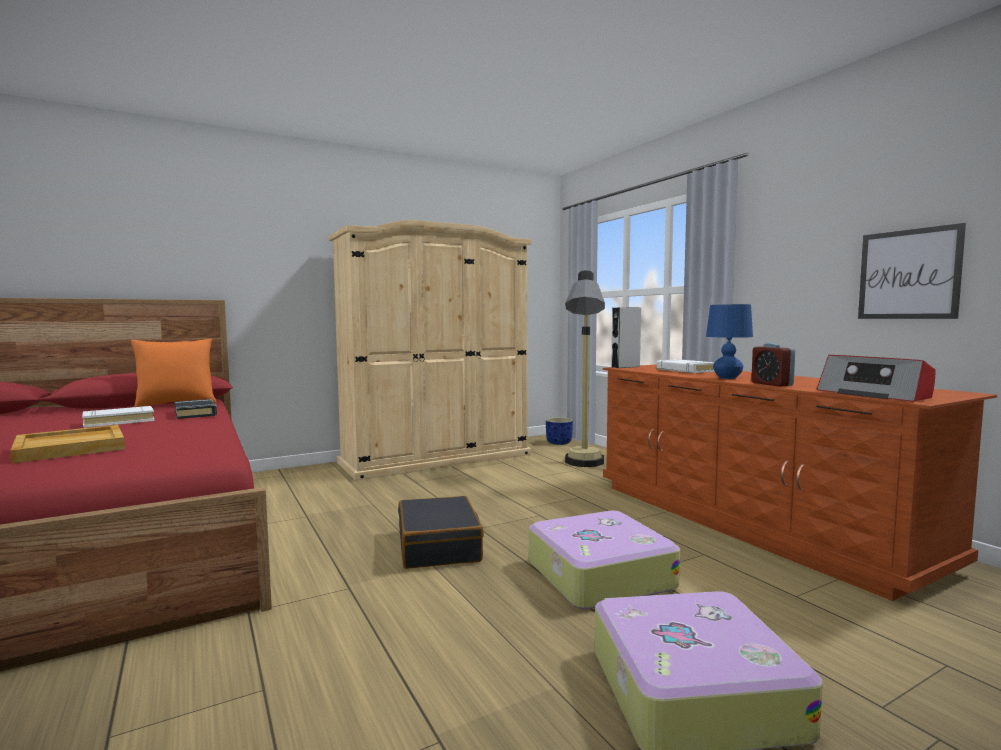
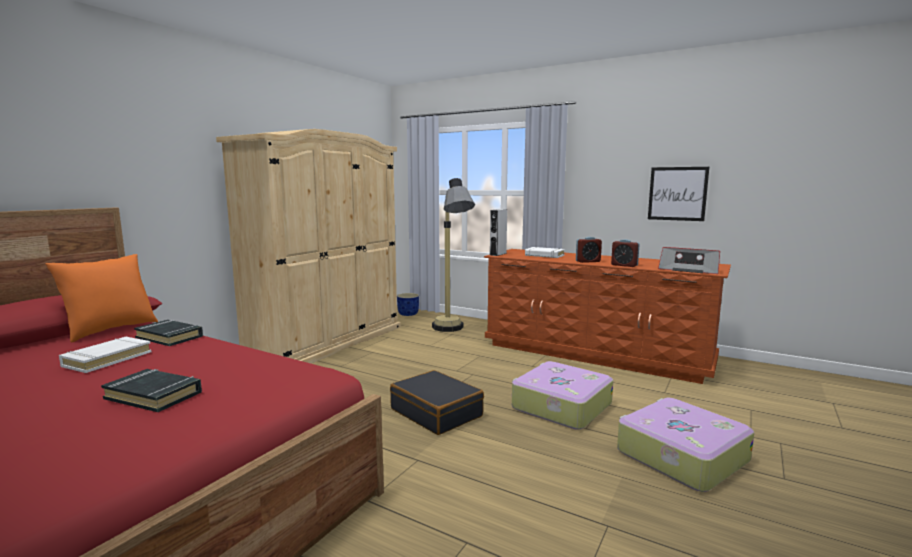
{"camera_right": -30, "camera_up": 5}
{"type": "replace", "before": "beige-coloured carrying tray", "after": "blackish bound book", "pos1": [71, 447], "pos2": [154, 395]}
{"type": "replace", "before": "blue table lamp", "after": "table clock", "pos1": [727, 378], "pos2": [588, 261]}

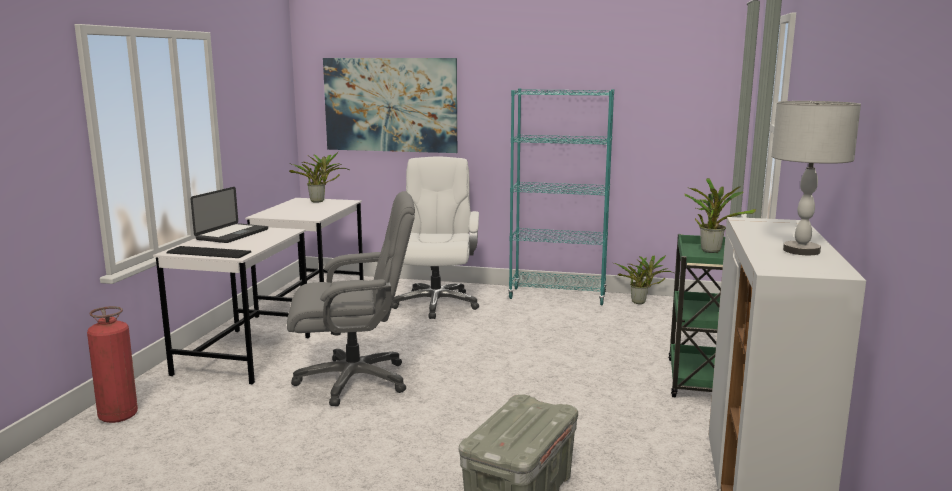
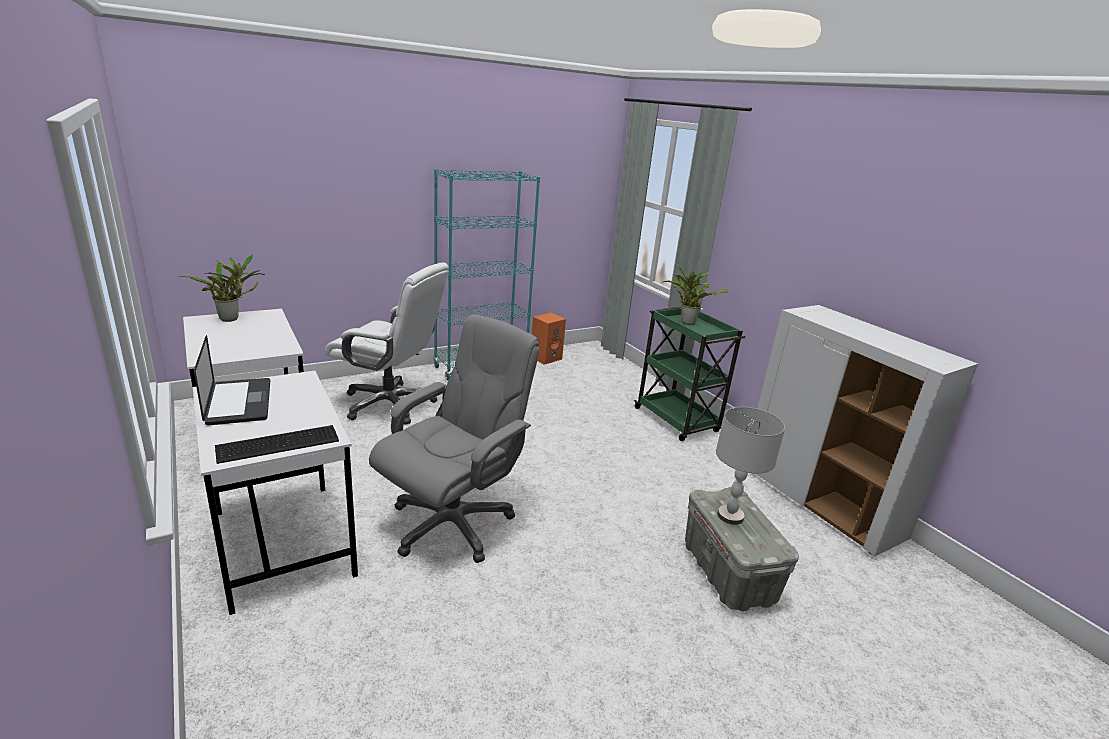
{"camera_right": -45, "camera_up": 10}
{"type": "delete", "before": "fire-fighting cylinder", "pos1": [118, 416]}
{"type": "delete", "before": "wall art", "pos1": [390, 105]}
{"type": "rotate", "before": "whitish desk chair", "pos1": [435, 303], "pos2": [390, 404], "turn": 150}
{"type": "replace", "before": "potted plant", "after": "orangey loudspeaker", "pos1": [640, 302], "pos2": [546, 358]}
{"type": "move", "before": "greyish table lamp", "pos1": [801, 251], "pos2": [730, 516]}

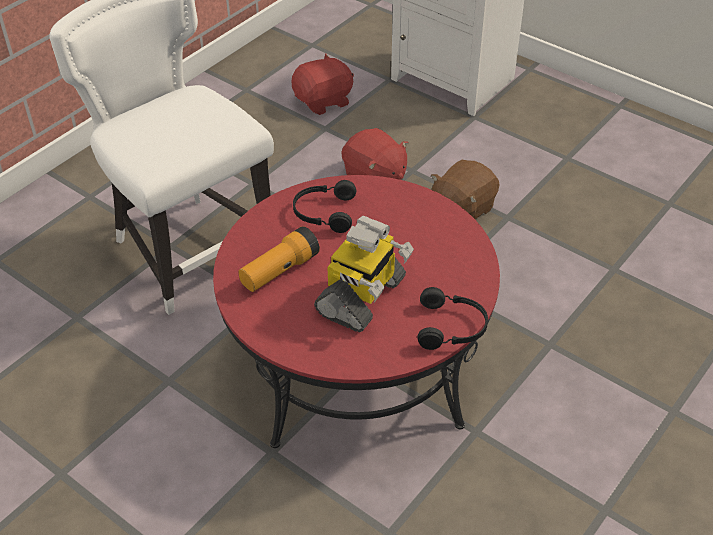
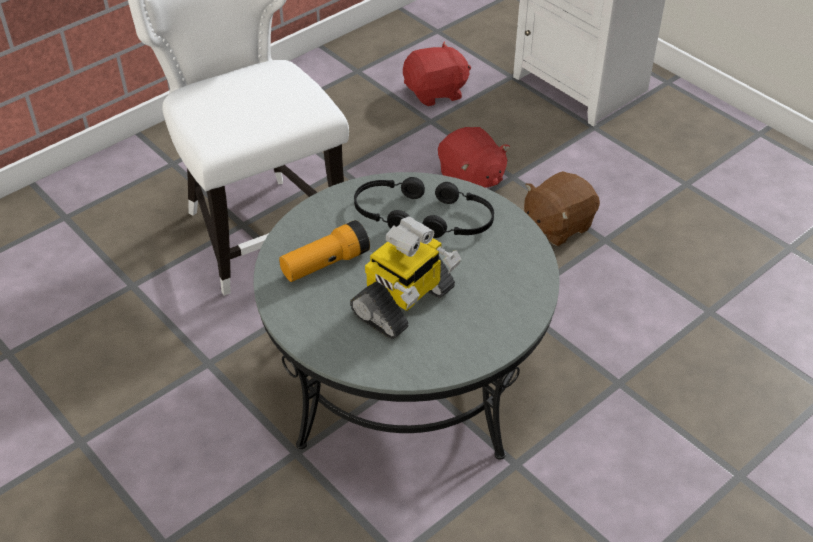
{"camera_right": 10, "camera_up": 0}
{"type": "recolor", "before": "red-coloured low table", "after": "greyish low table", "pos1": [357, 362], "pos2": [406, 372]}
{"type": "move", "before": "blackish pair of headphones", "pos1": [452, 327], "pos2": [460, 222]}

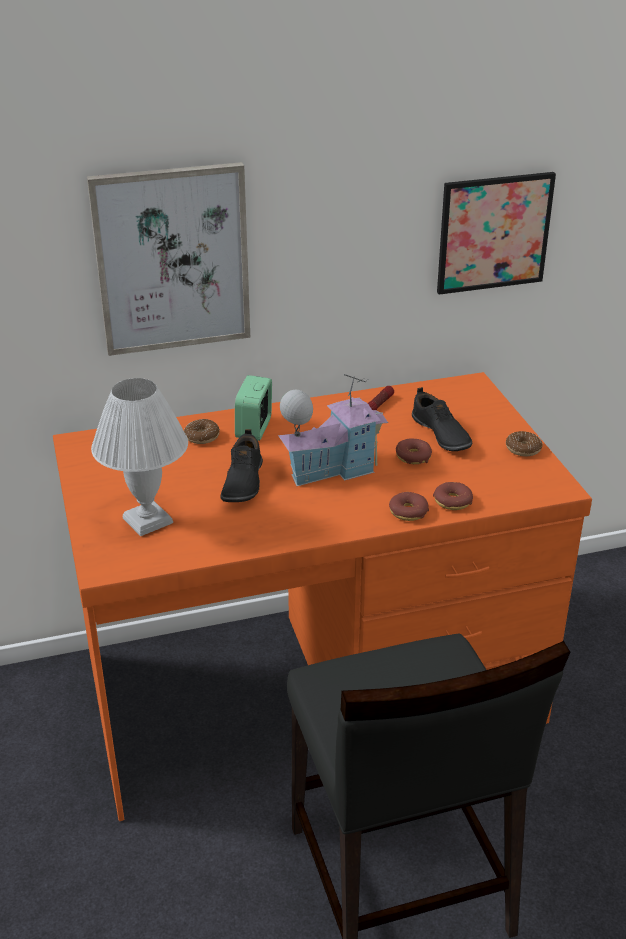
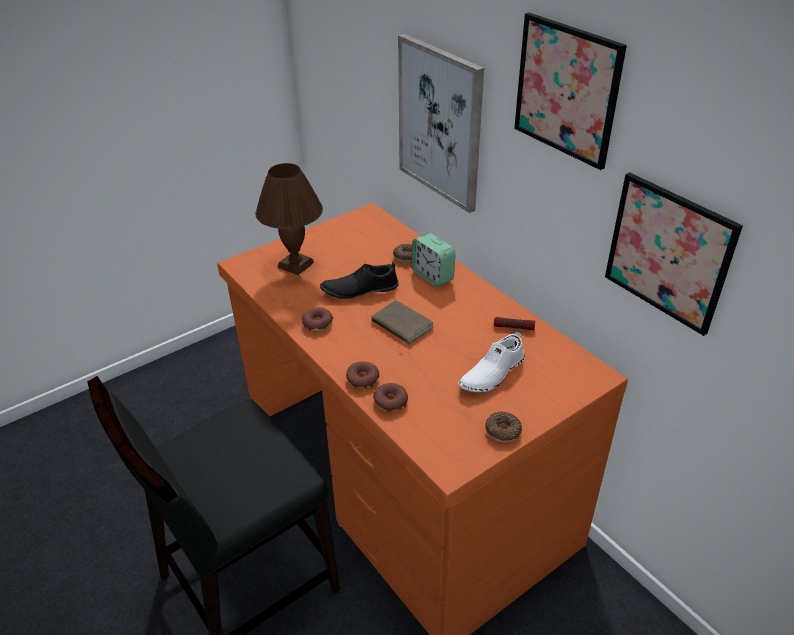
{"camera_right": 70, "camera_up": 5}
{"type": "recolor", "before": "whitish table lamp", "after": "brown table lamp", "pos1": [147, 521], "pos2": [294, 264]}
{"type": "rotate", "before": "table clock", "pos1": [254, 429], "pos2": [432, 276], "turn": -120}
{"type": "replace", "before": "miniature house", "after": "brown bound book", "pos1": [331, 469], "pos2": [400, 325]}
{"type": "move", "before": "ring doughnut", "pos1": [413, 457], "pos2": [318, 323]}
{"type": "recolor", "before": "blackish low shoe", "after": "whitish low shoe", "pos1": [440, 434], "pos2": [491, 373]}
{"type": "insert", "after": "wall art", "pos2": [566, 90]}

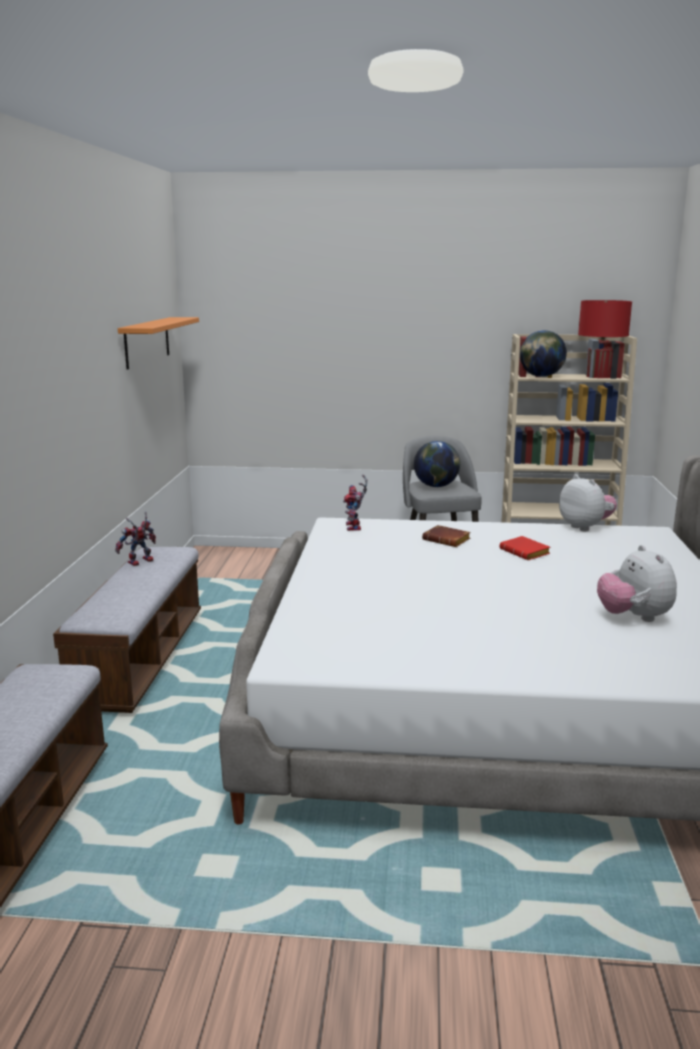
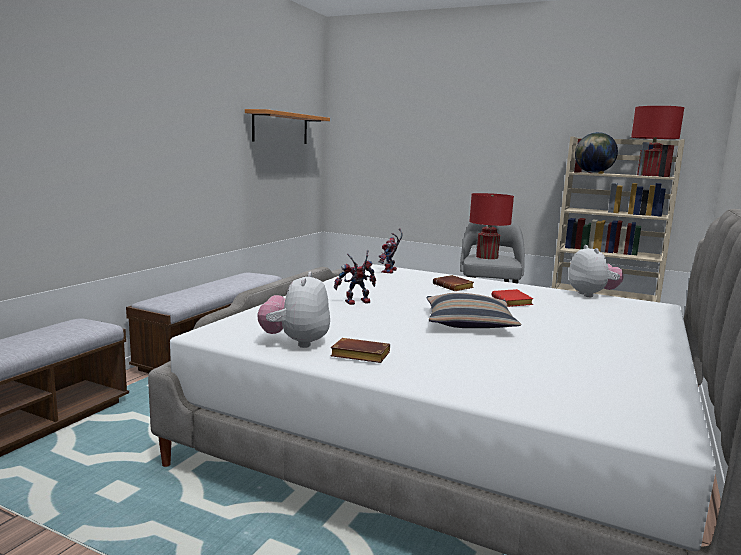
{"camera_right": 20, "camera_up": -5}
{"type": "move", "before": "toy robot", "pos1": [139, 562], "pos2": [356, 303]}
{"type": "replace", "before": "world globe", "after": "red-coloured table lamp", "pos1": [436, 486], "pos2": [487, 257]}
{"type": "move", "before": "soft toy", "pos1": [633, 617], "pos2": [296, 342]}
{"type": "insert", "after": "brown bound book", "pos2": [358, 356]}
{"type": "insert", "after": "pillow", "pos2": [469, 323]}

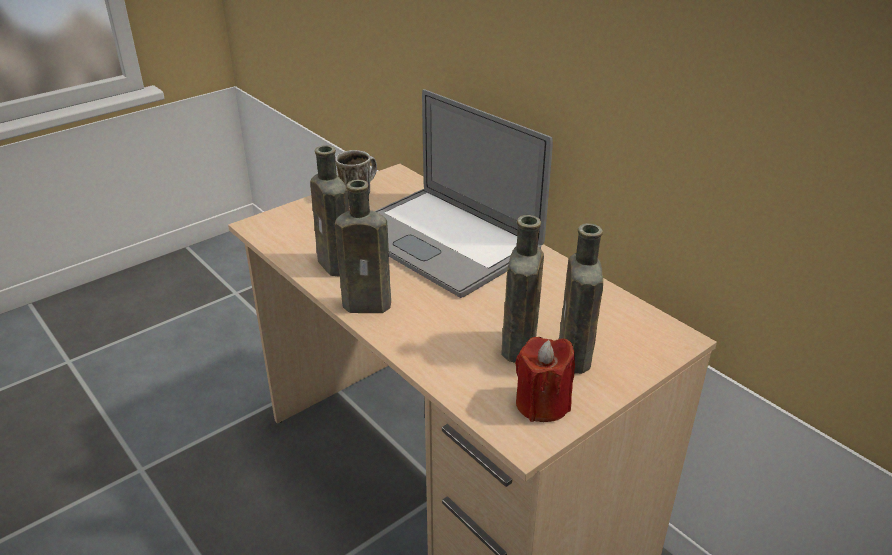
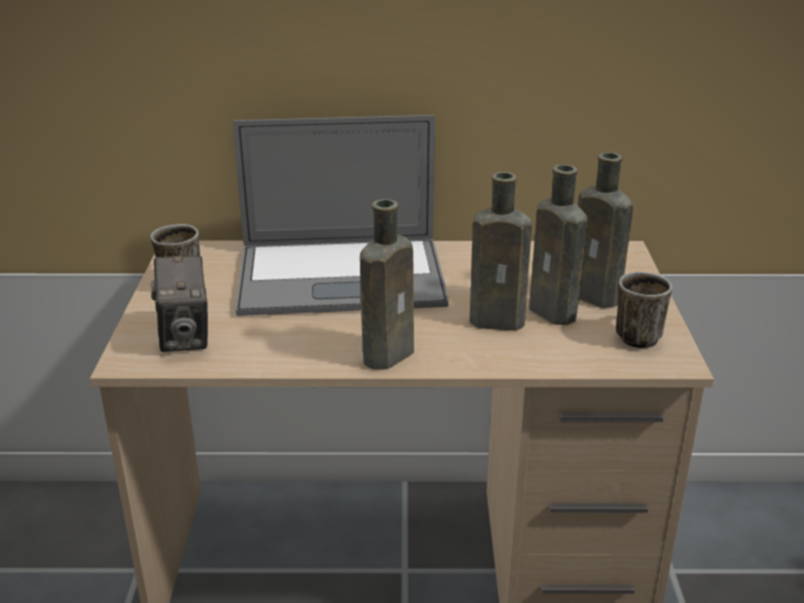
{"camera_right": -50, "camera_up": -5}
{"type": "move", "before": "brown bottle", "pos1": [337, 266], "pos2": [501, 321]}
{"type": "replace", "before": "red-coloured candle", "after": "mug", "pos1": [542, 404], "pos2": [638, 335]}
{"type": "insert", "after": "photo camera", "pos2": [185, 337]}

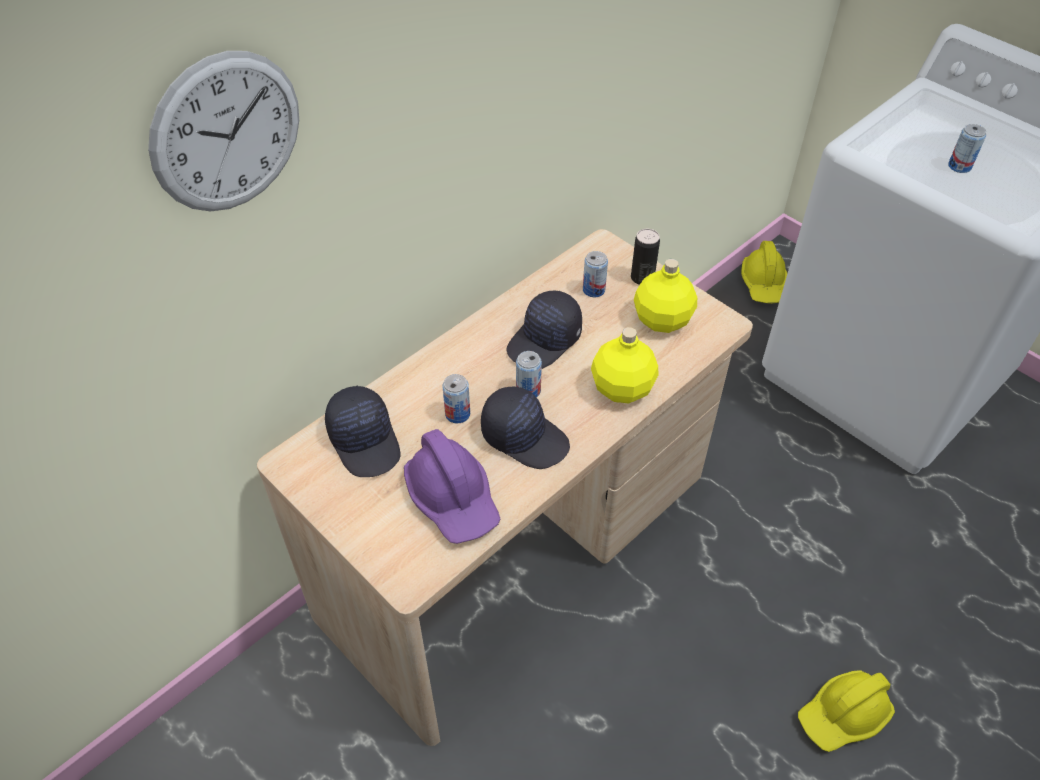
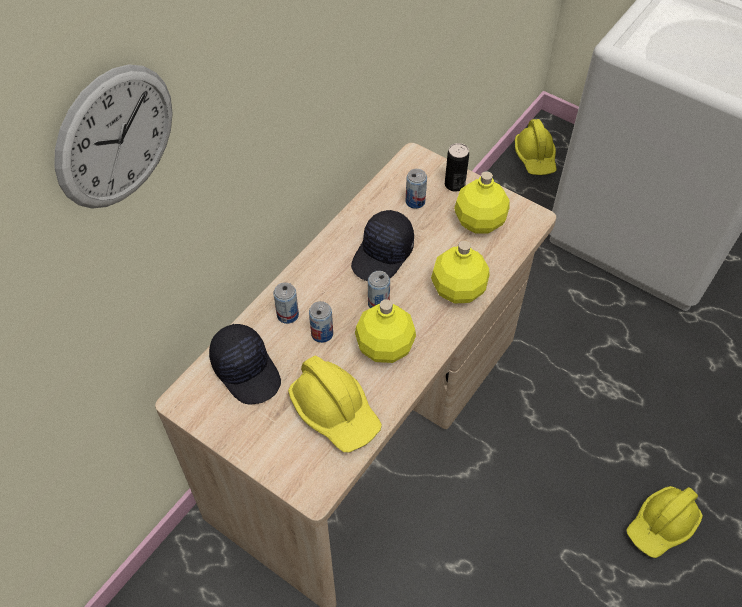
{"camera_right": -10, "camera_up": 5}
{"type": "recolor", "before": "purplish safety helmet", "after": "yellowish safety helmet", "pos1": [453, 498], "pos2": [335, 411]}
{"type": "replace", "before": "blackish baseball cap", "after": "yellowish bottle", "pos1": [525, 437], "pos2": [385, 346]}
{"type": "move", "before": "can", "pos1": [959, 166], "pos2": [287, 315]}

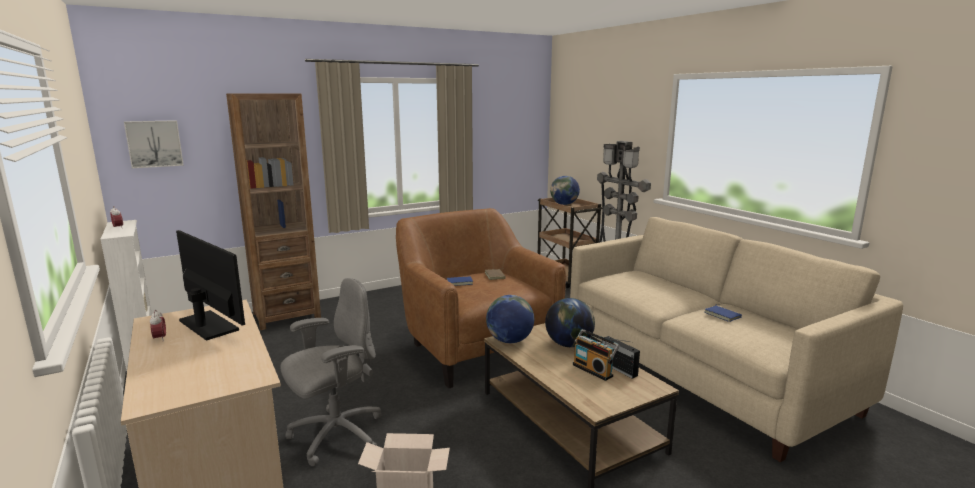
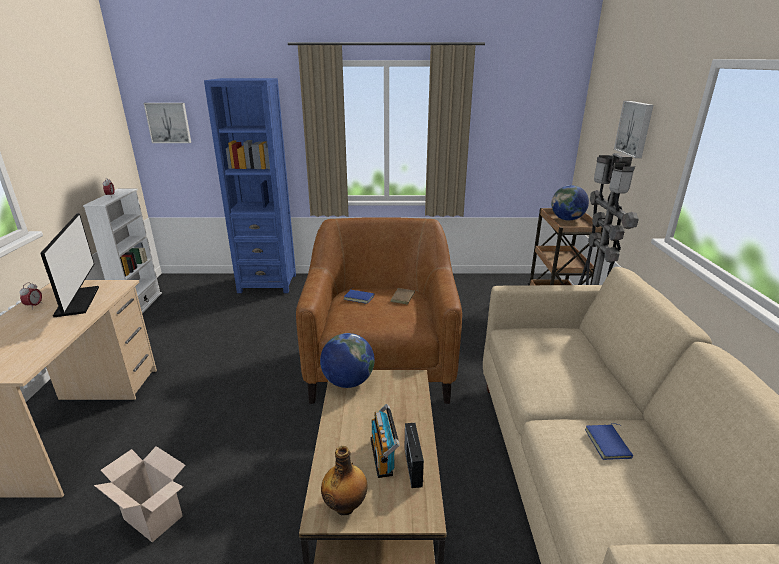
{"camera_right": 30, "camera_up": 10}
{"type": "recolor", "before": "brown bookshelf", "after": "blue bookshelf", "pos1": [286, 315], "pos2": [267, 283]}
{"type": "delete", "before": "greyish desk chair", "pos1": [335, 435]}
{"type": "delete", "before": "world globe", "pos1": [569, 344]}
{"type": "insert", "after": "bottle", "pos2": [346, 505]}
{"type": "insert", "after": "wall art", "pos2": [635, 128]}

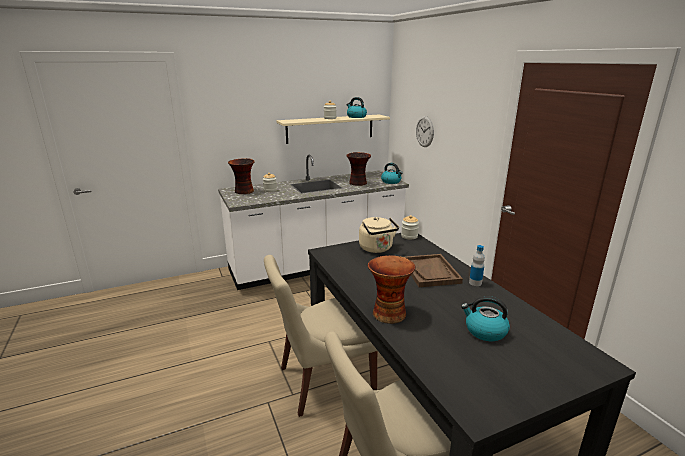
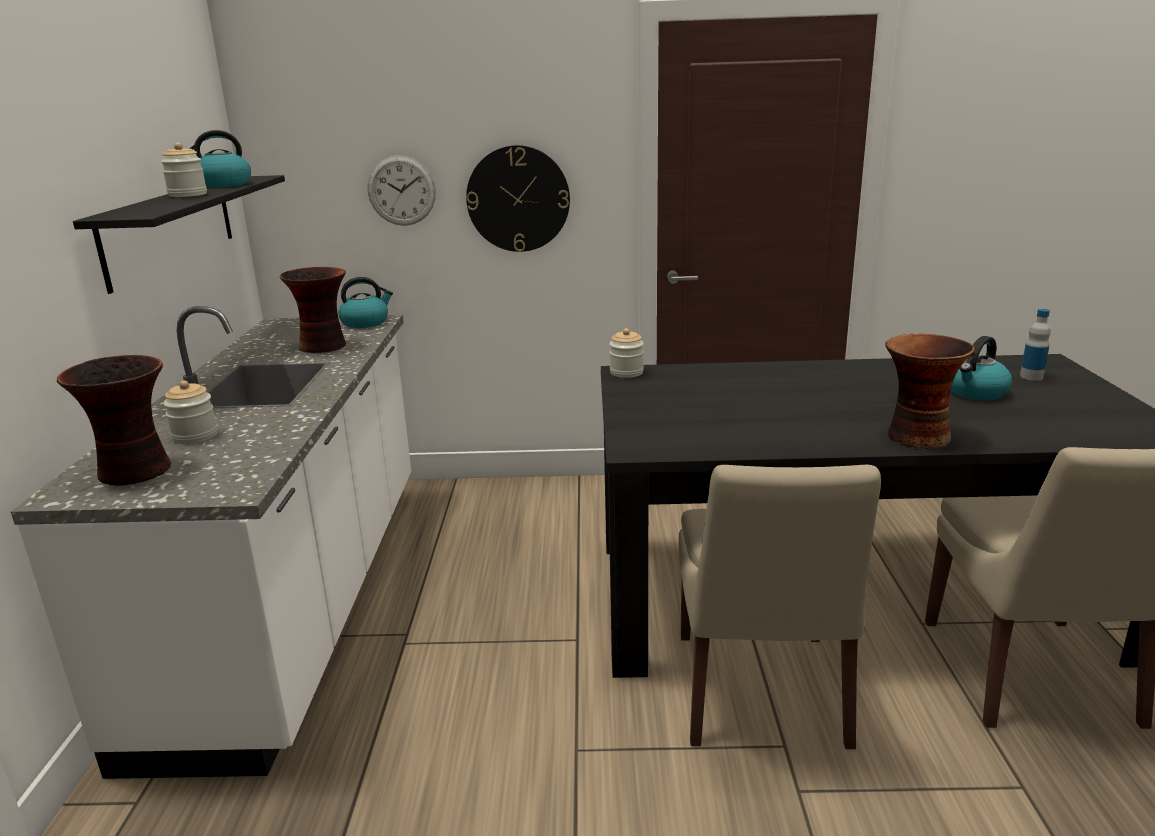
{"camera_right": -65, "camera_up": 0}
{"type": "recolor", "before": "beige-coloured shelf", "after": "blackish shelf", "pos1": [330, 128], "pos2": [171, 228]}
{"type": "delete", "before": "beige-coloured tea kettle", "pos1": [377, 249]}
{"type": "delete", "before": "brown carrying tray", "pos1": [430, 272]}
{"type": "move", "before": "bottle", "pos1": [475, 283], "pos2": [1031, 377]}
{"type": "insert", "after": "hanging clock", "pos2": [518, 199]}

